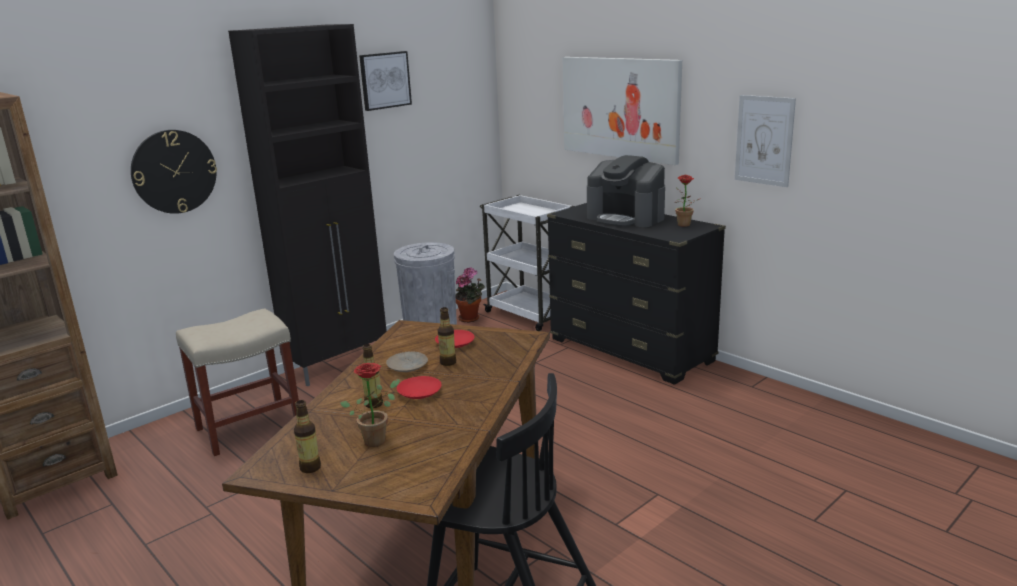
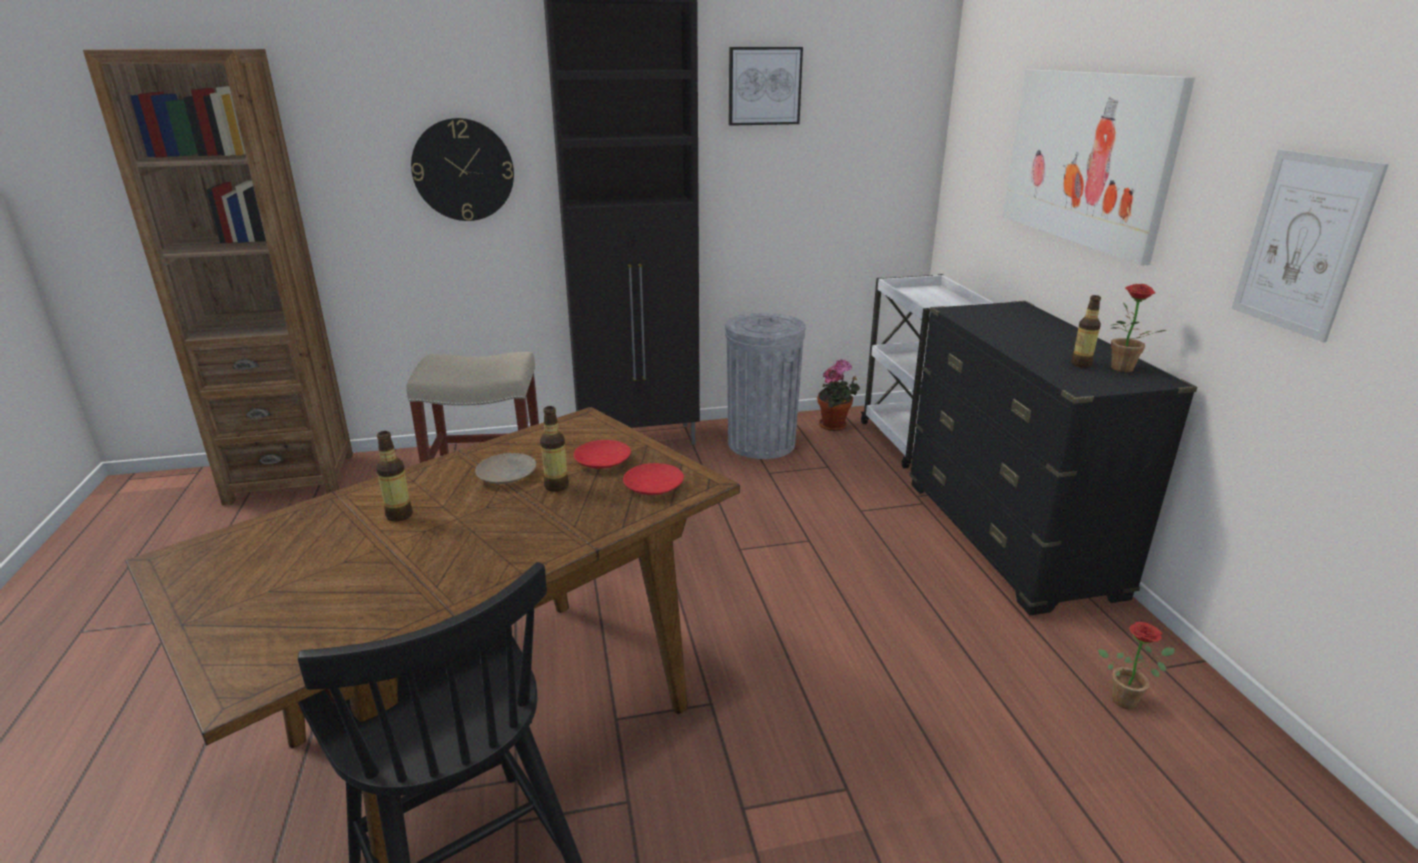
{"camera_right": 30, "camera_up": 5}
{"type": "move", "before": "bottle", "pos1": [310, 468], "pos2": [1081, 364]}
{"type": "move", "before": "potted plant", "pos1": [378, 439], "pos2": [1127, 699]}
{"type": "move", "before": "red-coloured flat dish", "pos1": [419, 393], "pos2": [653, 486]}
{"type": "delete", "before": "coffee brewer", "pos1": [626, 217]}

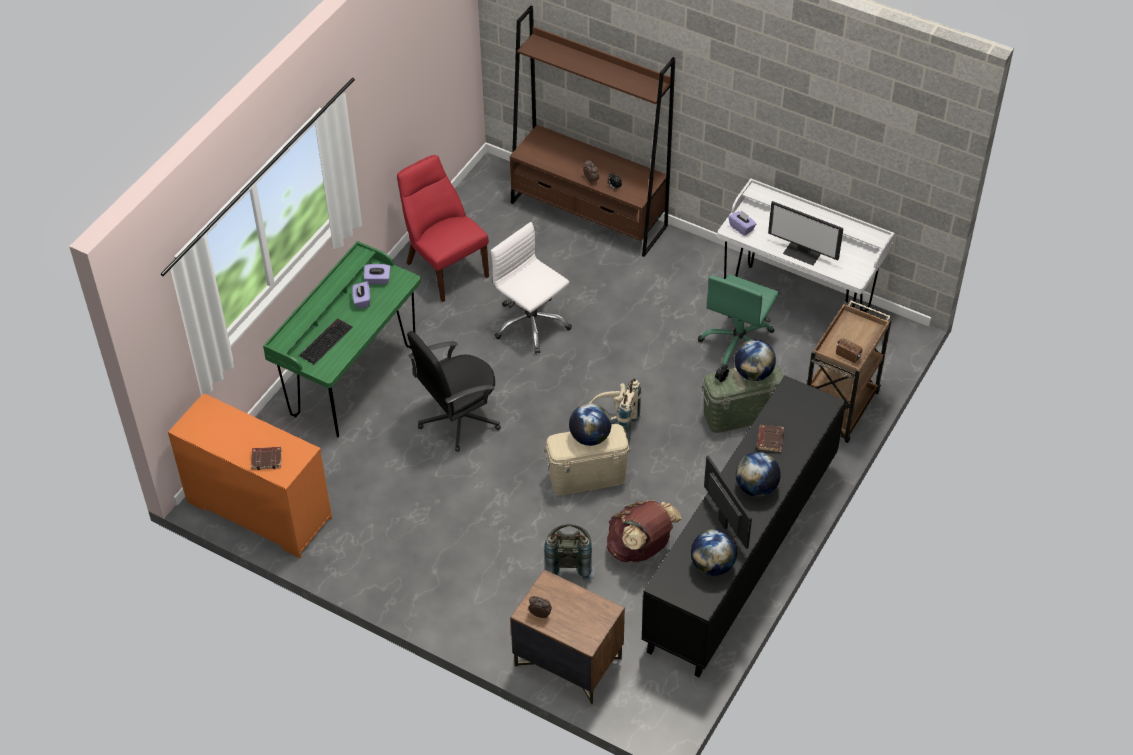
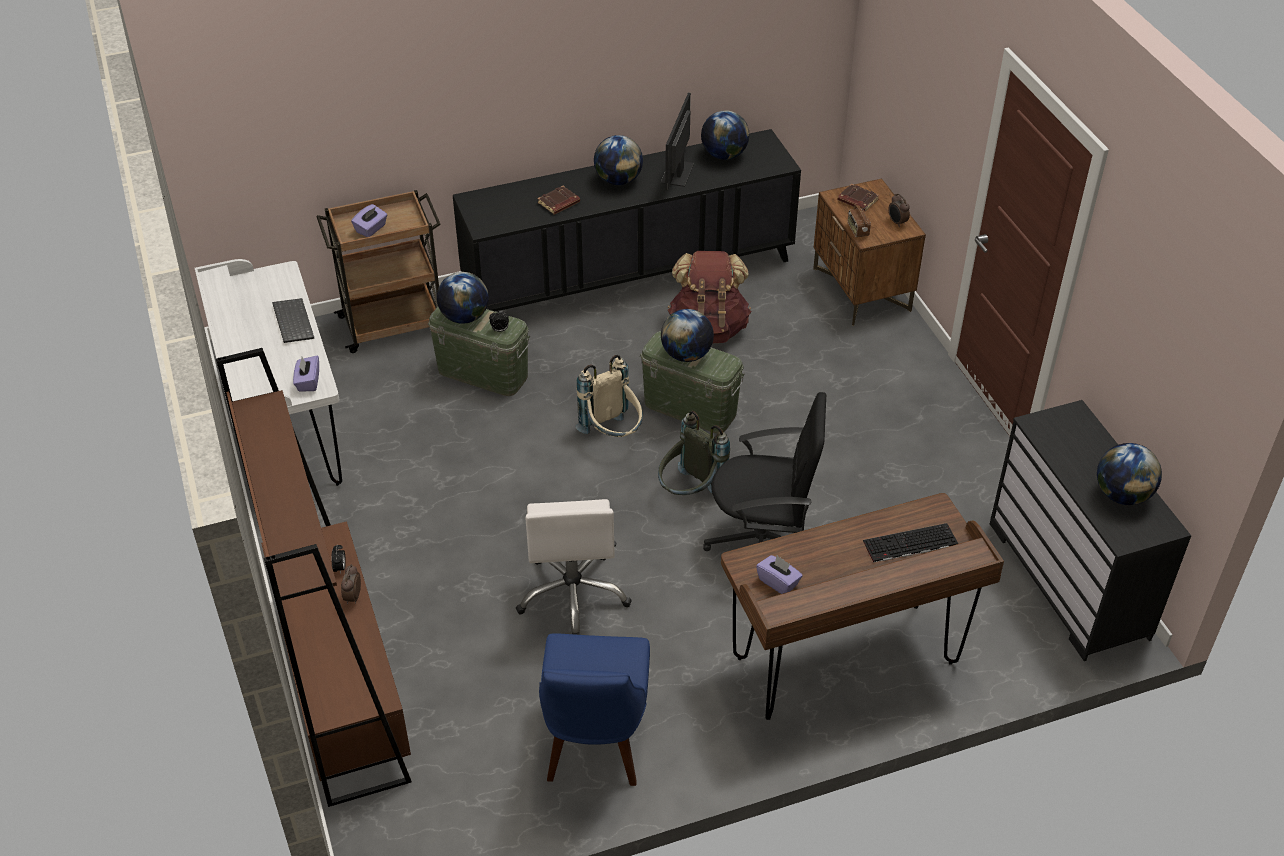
{"camera_right": -140, "camera_up": -5}
{"type": "recolor", "before": "orangey chest of drawers", "after": "blackish chest of drawers", "pos1": [258, 511], "pos2": [1069, 580]}
{"type": "move", "before": "brown bound book", "pos1": [267, 459], "pos2": [857, 200]}
{"type": "recolor", "before": "green desk unit", "after": "brown desk unit", "pos1": [353, 381], "pos2": [845, 662]}
{"type": "move", "before": "purplish tissue box", "pos1": [362, 300], "pos2": [371, 229]}
{"type": "recolor", "before": "red-coloured plain chair", "after": "blue plain chair", "pos1": [444, 267], "pos2": [594, 742]}
{"type": "recolor", "before": "beige-coloured storage box", "after": "green storage box", "pos1": [587, 477], "pos2": [690, 408]}
{"type": "move", "before": "greyish backpack", "pos1": [569, 563], "pos2": [689, 493]}
{"type": "delete", "before": "green desk chair", "pos1": [738, 344]}
{"type": "replace", "before": "monitor", "after": "keyboard", "pos1": [803, 252], "pos2": [292, 321]}
{"type": "move", "before": "radio receiver", "pos1": [848, 355], "pos2": [857, 230]}
{"type": "insert", "after": "world globe", "pos2": [1122, 495]}

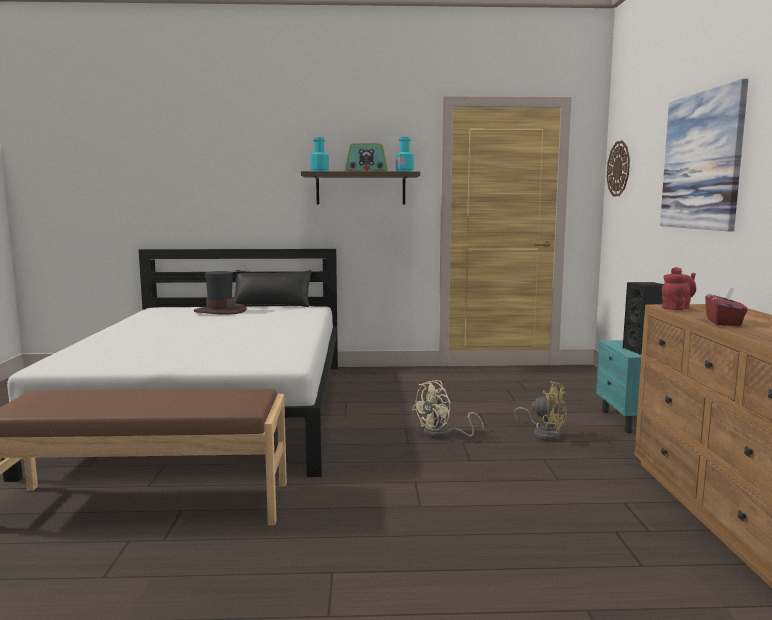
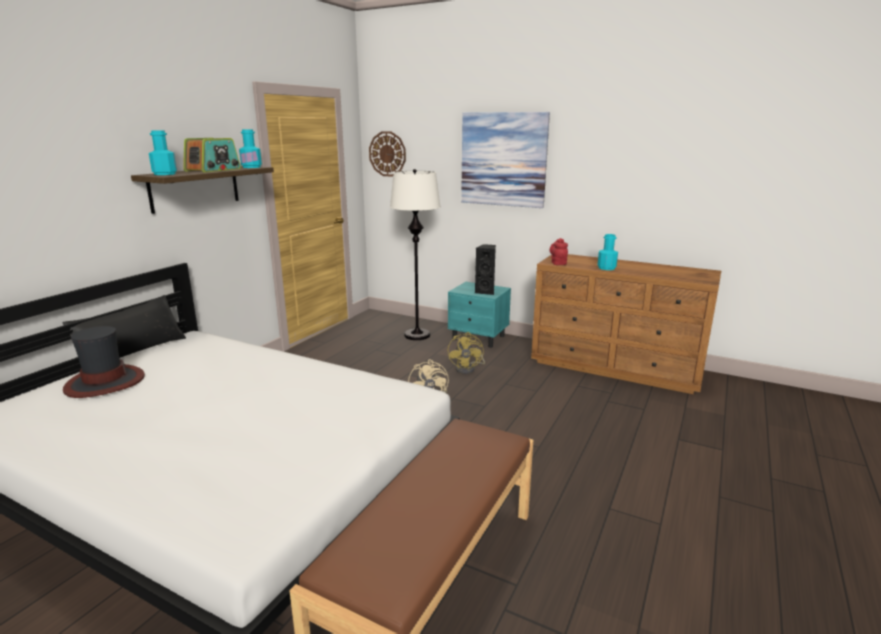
{"camera_right": -60, "camera_up": 10}
{"type": "rotate", "before": "yellowish fan", "pos1": [544, 434], "pos2": [468, 369], "turn": 120}
{"type": "replace", "before": "red-coloured tissue box", "after": "turquoise-coloured bottle", "pos1": [724, 322], "pos2": [606, 268]}
{"type": "insert", "after": "whitish standing lamp", "pos2": [417, 335]}

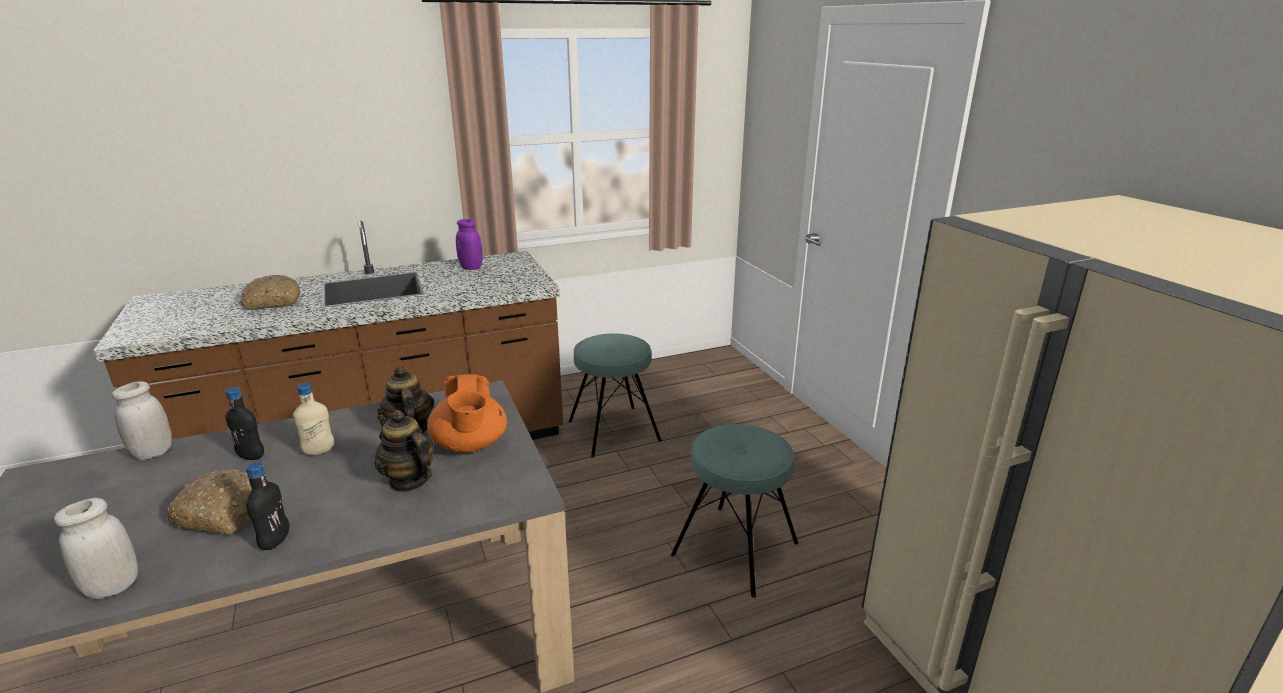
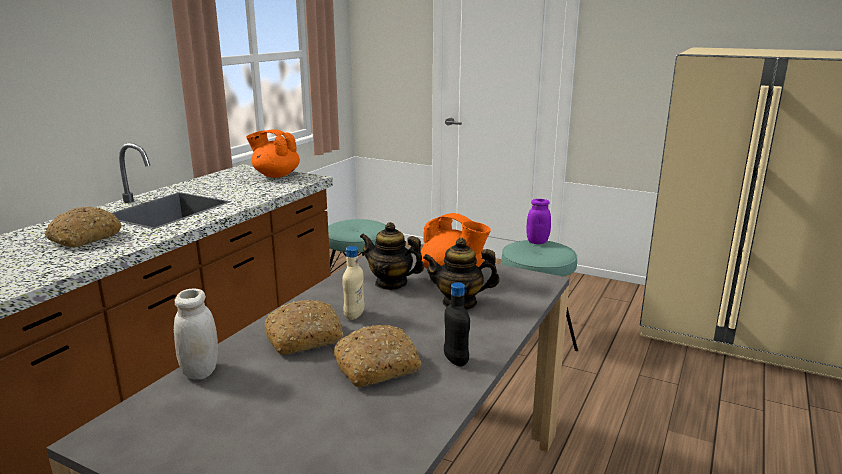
{"camera_right": -40, "camera_up": -5}
{"type": "delete", "before": "whitish storage jar", "pos1": [112, 587]}
{"type": "replace", "before": "blackish bottle", "after": "bread", "pos1": [251, 456], "pos2": [305, 337]}
{"type": "move", "before": "purplish storage jar", "pos1": [471, 267], "pos2": [537, 242]}
{"type": "insert", "after": "orangey tea pot", "pos2": [275, 175]}

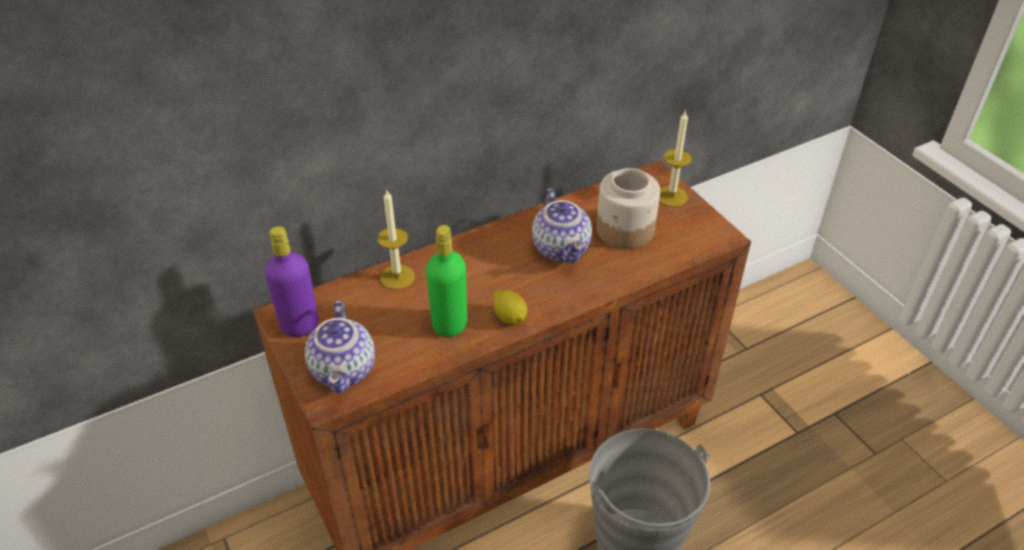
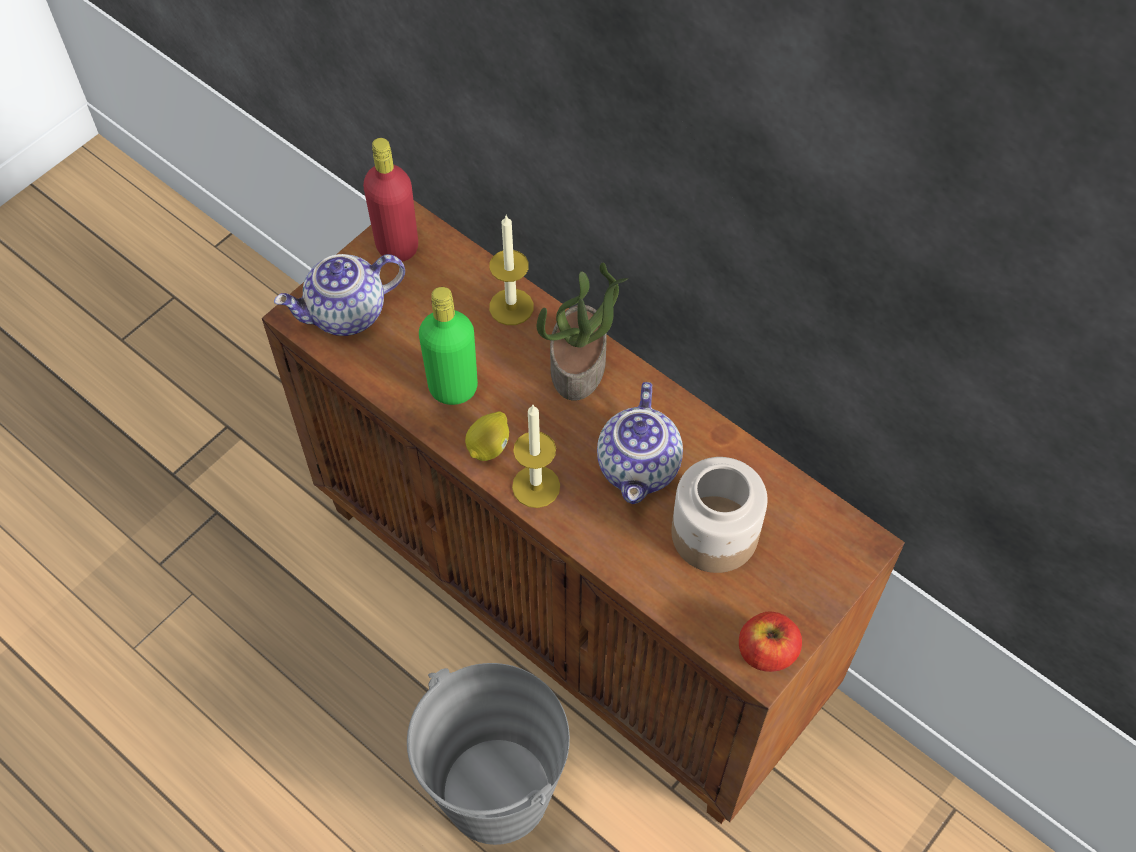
{"camera_right": 70, "camera_up": 15}
{"type": "recolor", "before": "purplish bottle", "after": "red-coloured bottle", "pos1": [300, 325], "pos2": [397, 246]}
{"type": "rotate", "before": "tea pot", "pos1": [562, 249], "pos2": [640, 468], "turn": -45}
{"type": "move", "before": "candle", "pos1": [671, 196], "pos2": [536, 486]}
{"type": "insert", "after": "potted plant", "pos2": [579, 365]}
{"type": "insert", "after": "whole apple", "pos2": [766, 652]}

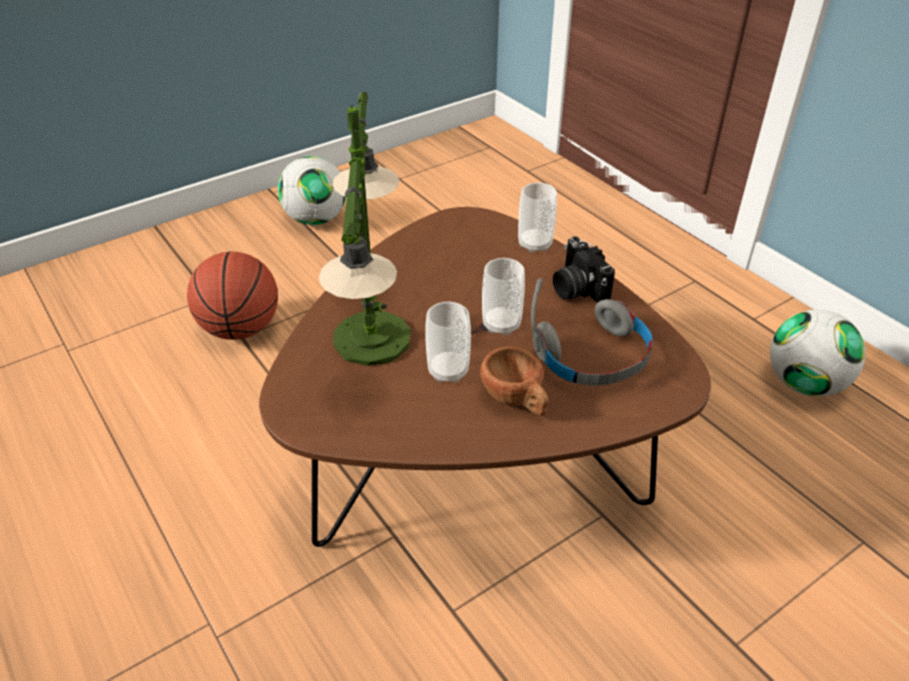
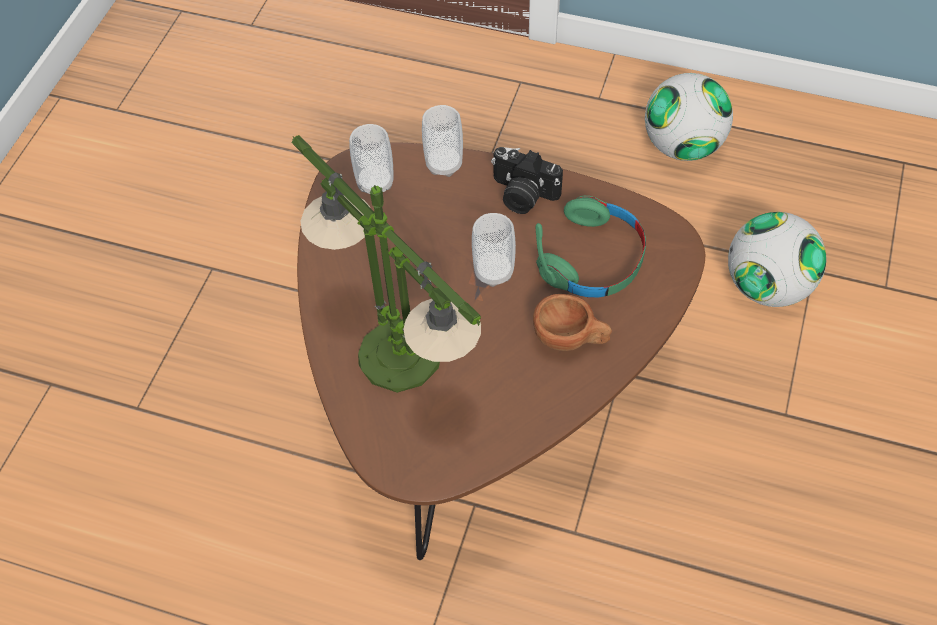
{"camera_right": -35, "camera_up": 15}
{"type": "delete", "before": "basketball ball", "pos1": [240, 329]}
{"type": "move", "before": "ball for football", "pos1": [316, 219], "pos2": [767, 286]}
{"type": "move", "before": "small cup", "pos1": [448, 371], "pos2": [375, 183]}
{"type": "recolor", "before": "greyish pair of headphones", "after": "green pair of headphones", "pos1": [593, 357], "pos2": [593, 259]}

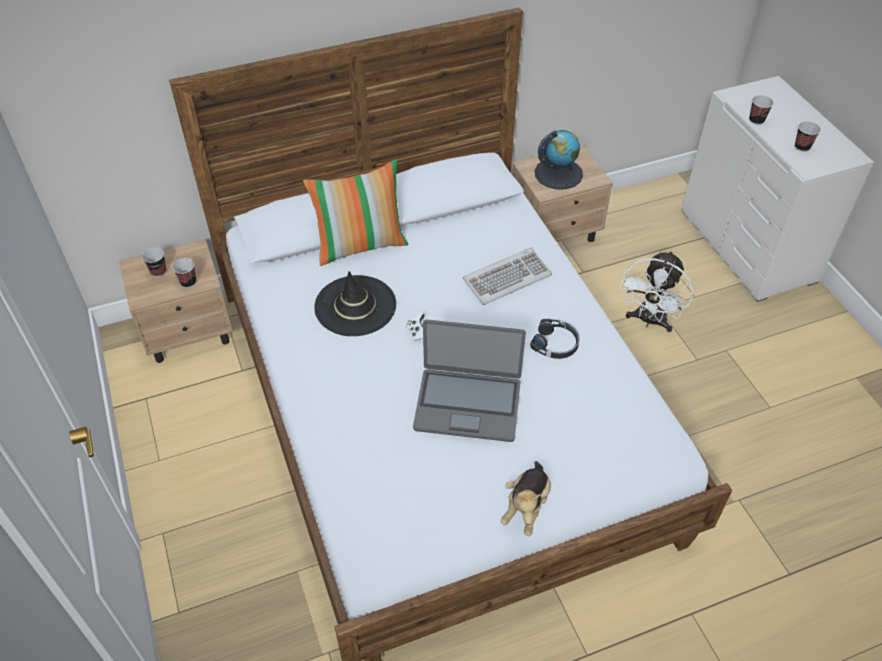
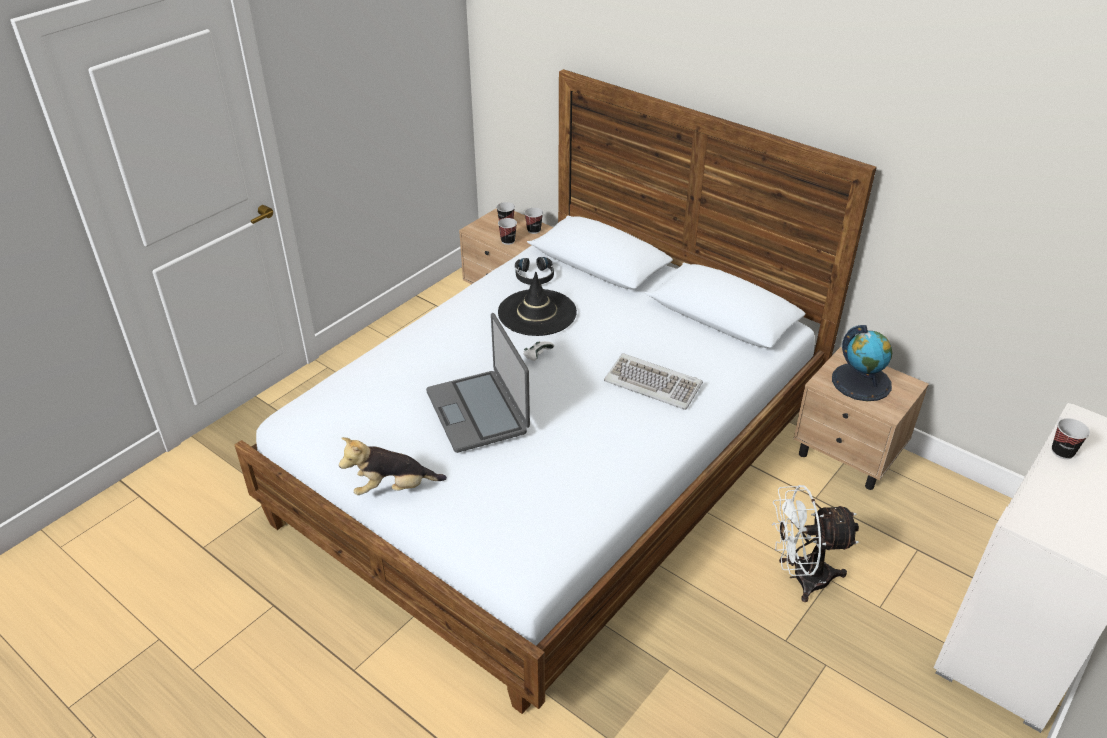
{"camera_right": 60, "camera_up": -10}
{"type": "delete", "before": "pillow", "pos1": [361, 245]}
{"type": "move", "before": "blackish pair of headphones", "pos1": [555, 344], "pos2": [534, 277]}
{"type": "move", "before": "small cup", "pos1": [802, 147], "pos2": [534, 230]}

